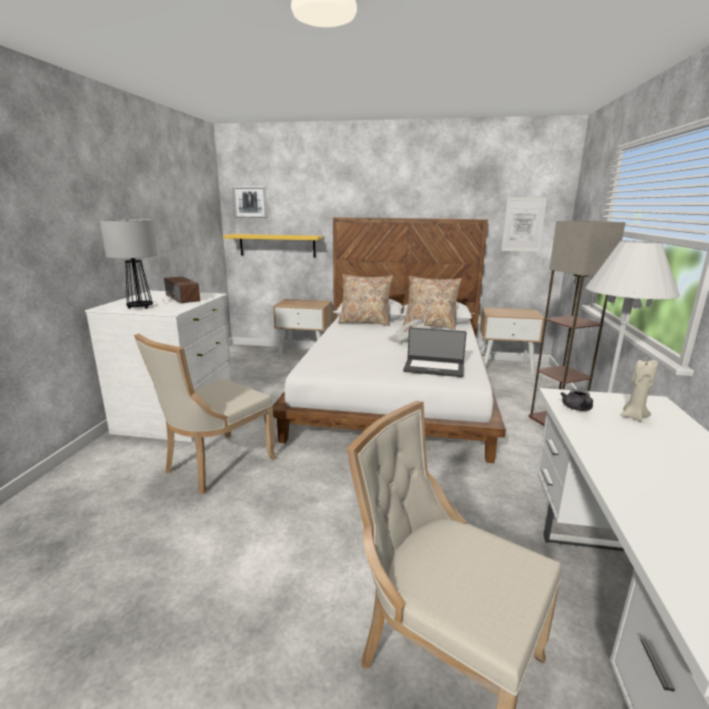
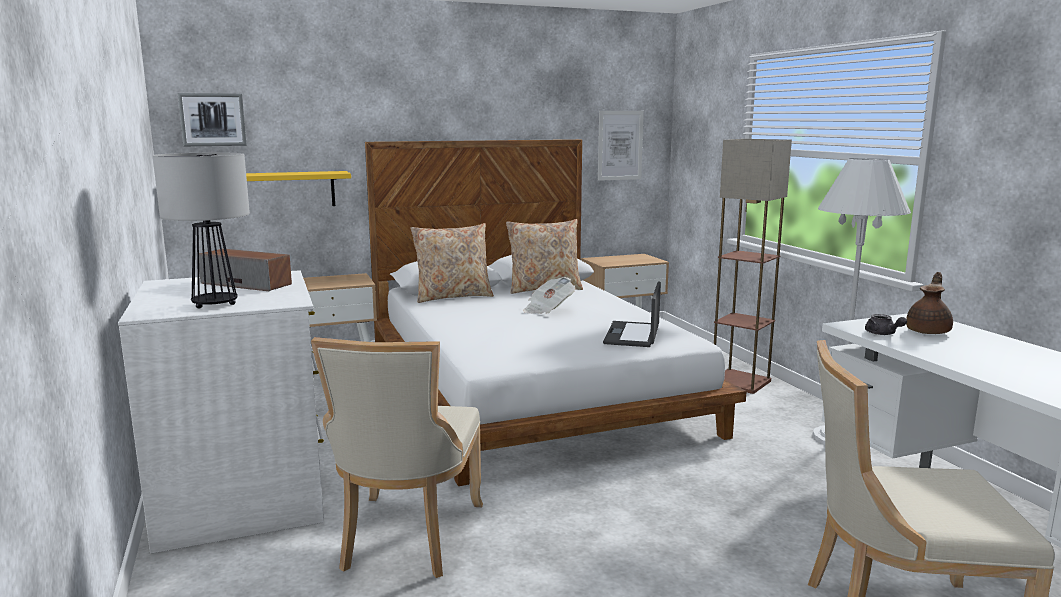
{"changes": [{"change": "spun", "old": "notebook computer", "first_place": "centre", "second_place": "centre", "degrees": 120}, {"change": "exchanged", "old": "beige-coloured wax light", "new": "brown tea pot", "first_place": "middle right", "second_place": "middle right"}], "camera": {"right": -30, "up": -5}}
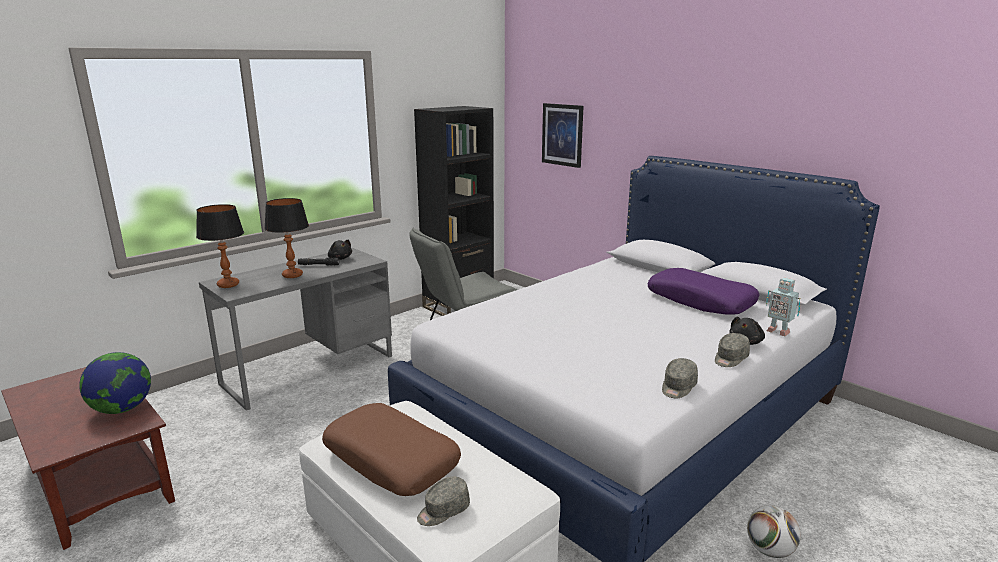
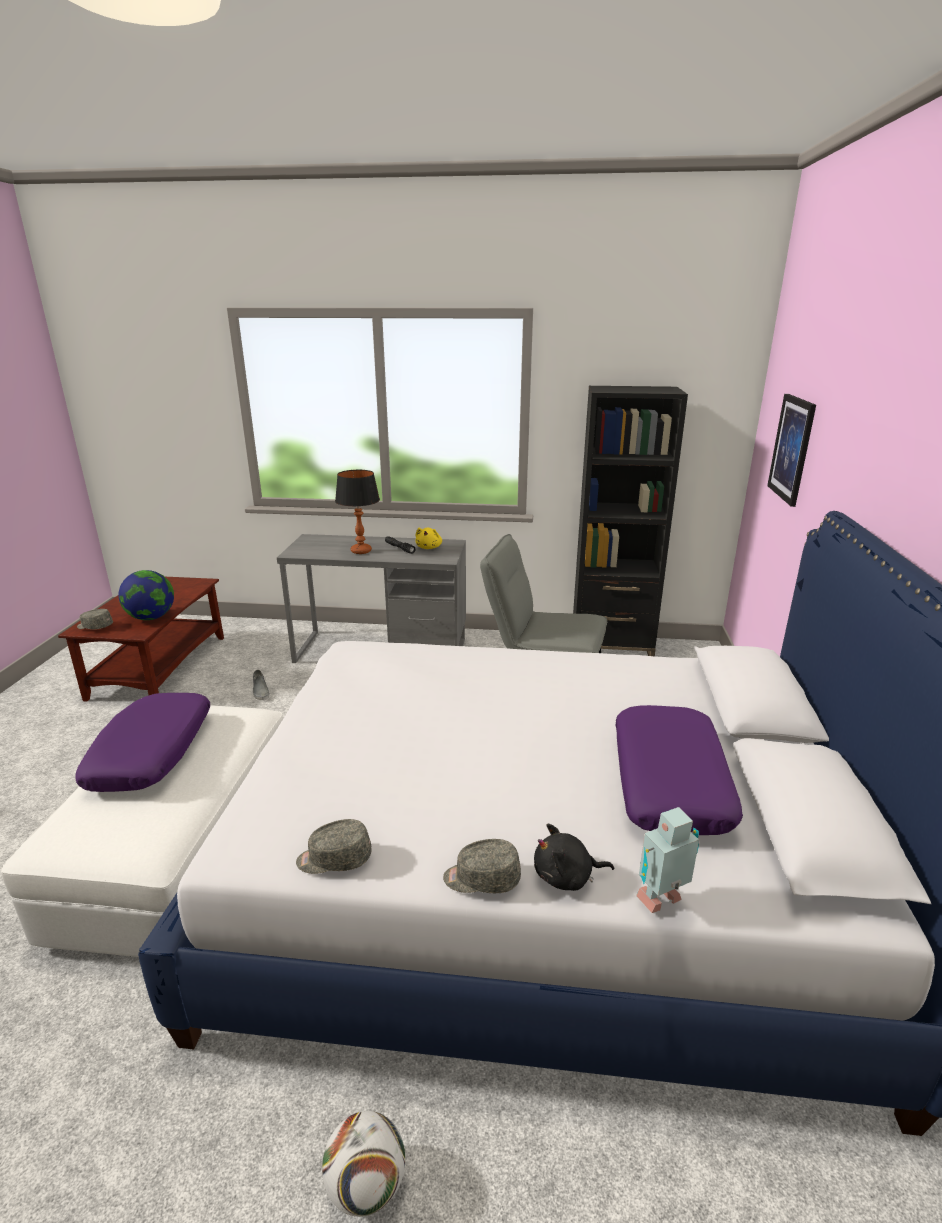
{"changes": [{"change": "missing", "old": "lamp for a table (no. 1 from left)", "first_place": "middle left"}, {"change": "colour", "old": "brown pillow", "new": "purple pillow (no. 1 from left)", "first_place": "bottom centre", "second_place": "middle left"}, {"change": "colour", "old": "black plush toy (no. 1 from left)", "new": "yellow-coloured plush toy", "first_place": "centre", "second_place": "centre"}, {"change": "relocated", "old": "gray cap (no. 1 from left)", "first_place": "bottom centre", "second_place": "middle left"}, {"change": "spun", "old": "model robot", "first_place": "middle right", "second_place": "bottom right", "degrees": 60}, {"change": "appeared", "new": "gray low shoe", "second_place": "middle left"}], "camera": {"right": 50, "up": 5}}
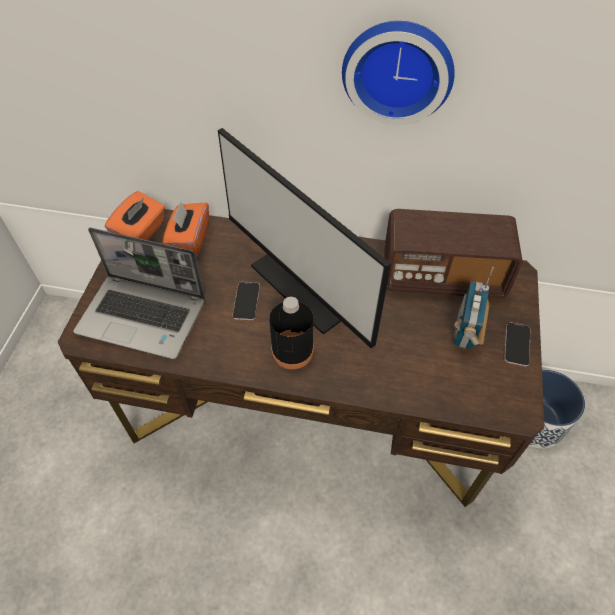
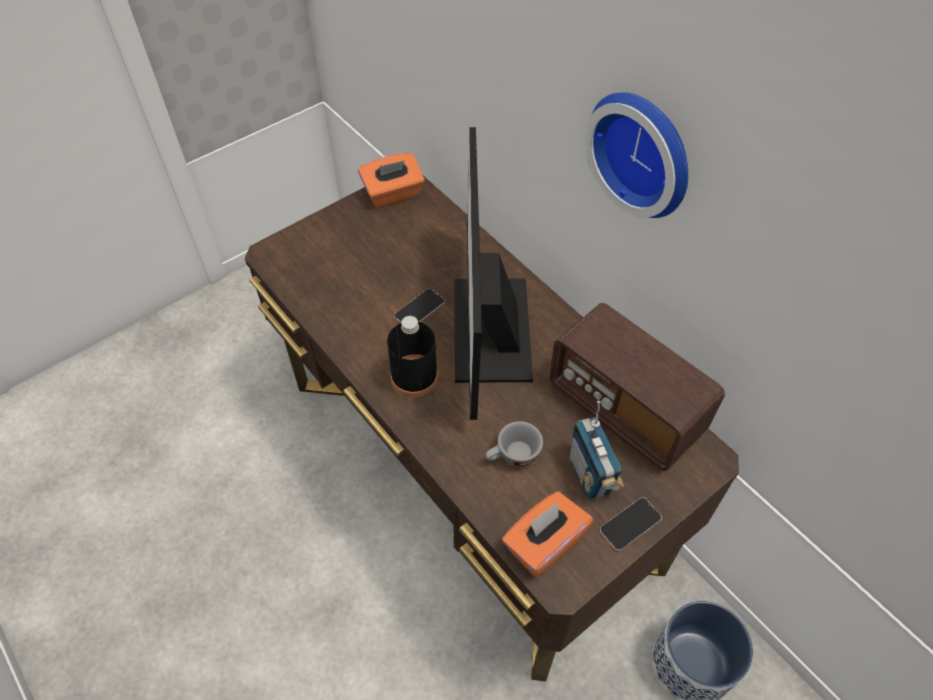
{"changes": [{"change": "missing", "old": "notebook computer", "first_place": "middle left"}, {"change": "relocated", "old": "orangey tissue box (no. 2 from left)", "first_place": "middle left", "second_place": "bottom centre"}, {"change": "spun", "old": "radio set (no. 2 from left in the first image)", "first_place": "middle right", "second_place": "centre", "degrees": -75}, {"change": "appeared", "new": "gray cup", "second_place": "centre"}], "camera": {"right": 40, "up": 0}}
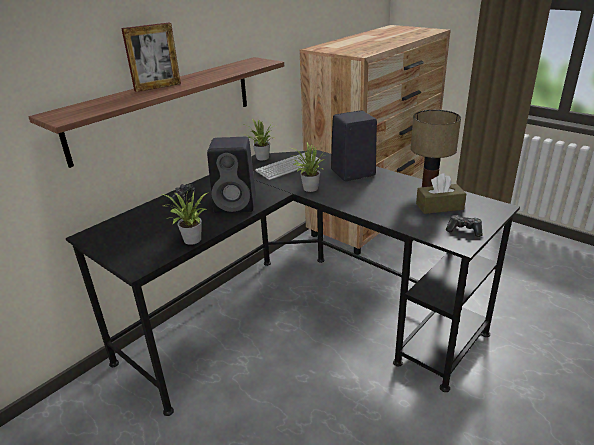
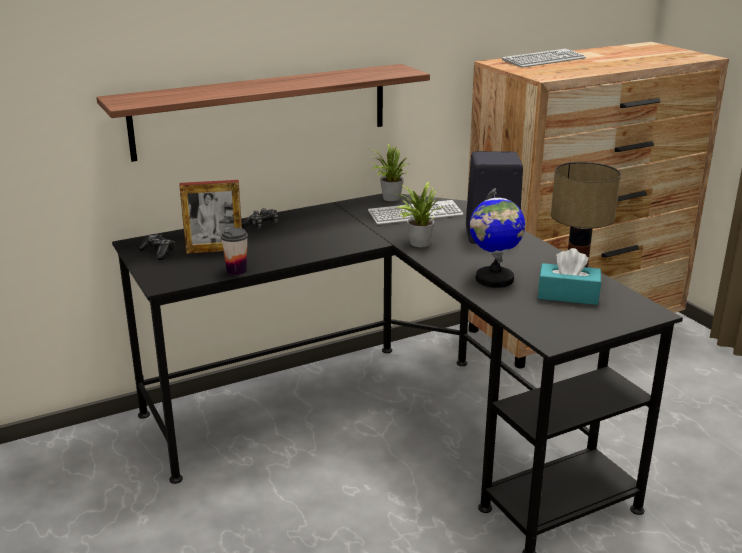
{"changes": [{"change": "relocated", "old": "photo frame", "first_place": "top left", "second_place": "middle left"}, {"change": "exchanged", "old": "potted plant (no. 1 from left)", "new": "cup", "first_place": "middle left", "second_place": "middle left"}, {"change": "missing", "old": "black loudspeaker (no. 1 from left)", "first_place": "centre"}, {"change": "colour", "old": "brown tissue box", "new": "turquoise tissue box", "first_place": "middle right", "second_place": "middle right"}, {"change": "relocated", "old": "game controller (no. 2 from left in the first image)", "new": "game controller (no. 1 from left)", "first_place": "middle right", "second_place": "middle left"}, {"change": "appeared", "new": "desk globe", "second_place": "middle right"}, {"change": "appeared", "new": "keyboard (no. 2 from left)", "second_place": "top right"}], "camera": {"right": 20, "up": -5}}
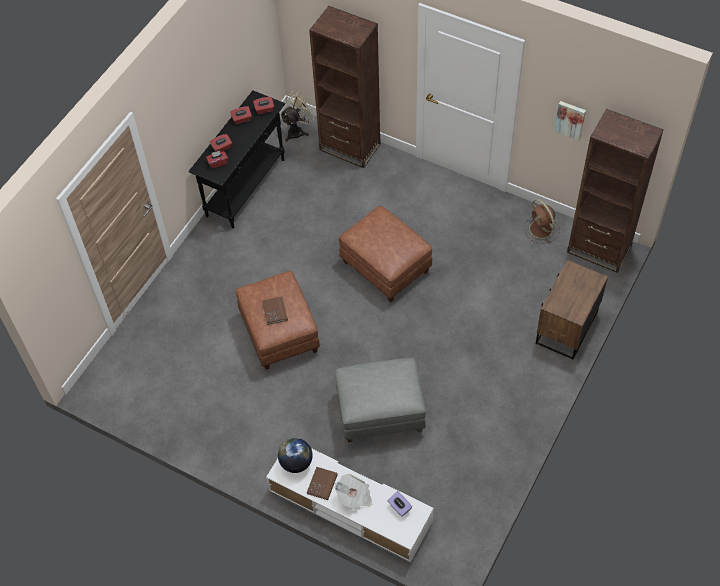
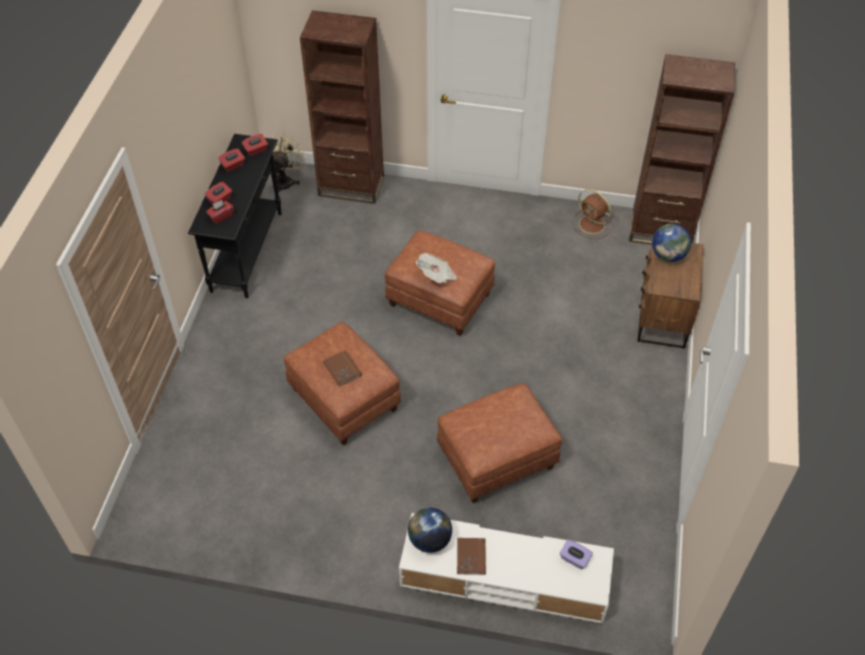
{"changes": [{"change": "colour", "old": "gray pouffe", "new": "brown pouffe (no. 3 from left)", "first_place": "bottom centre", "second_place": "bottom centre"}, {"change": "relocated", "old": "newspaper", "first_place": "bottom centre", "second_place": "centre"}, {"change": "missing", "old": "wall picture", "first_place": "top right"}, {"change": "appeared", "new": "desk globe (no. 2 from left)", "second_place": "middle right"}], "camera": {"right": -20, "up": -5}}
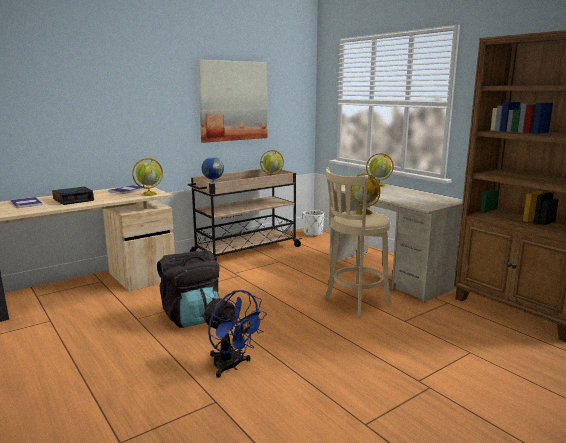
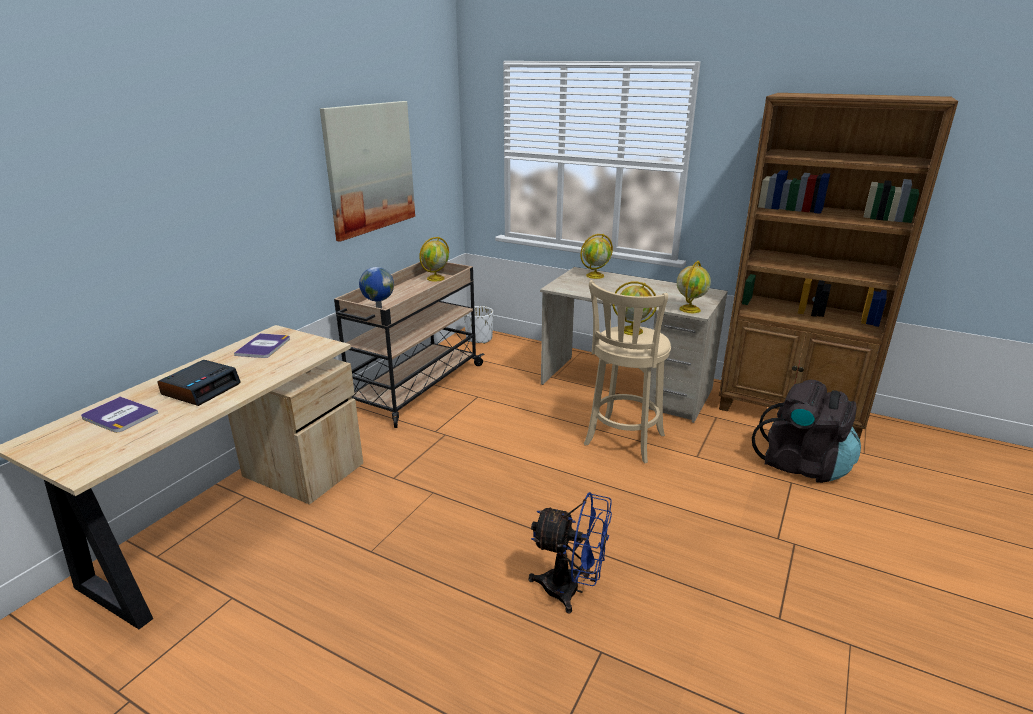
{"changes": [{"change": "relocated", "old": "desk globe (no. 1 from left in the first image)", "new": "desk globe (no. 5 from left)", "first_place": "middle left", "second_place": "middle right"}, {"change": "relocated", "old": "black knapsack", "first_place": "middle left", "second_place": "middle right"}], "camera": {"right": -25, "up": 10}}
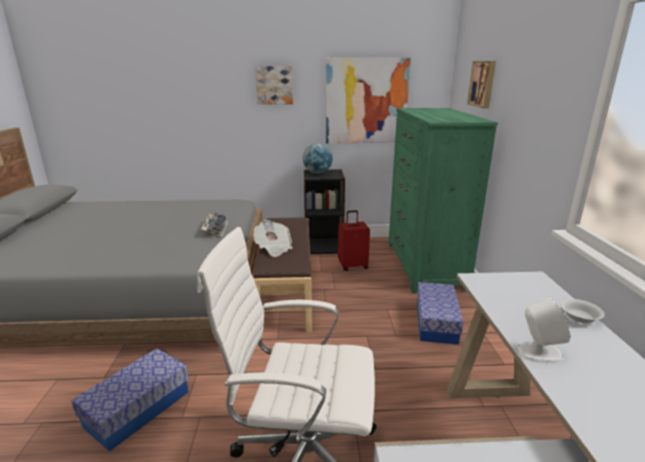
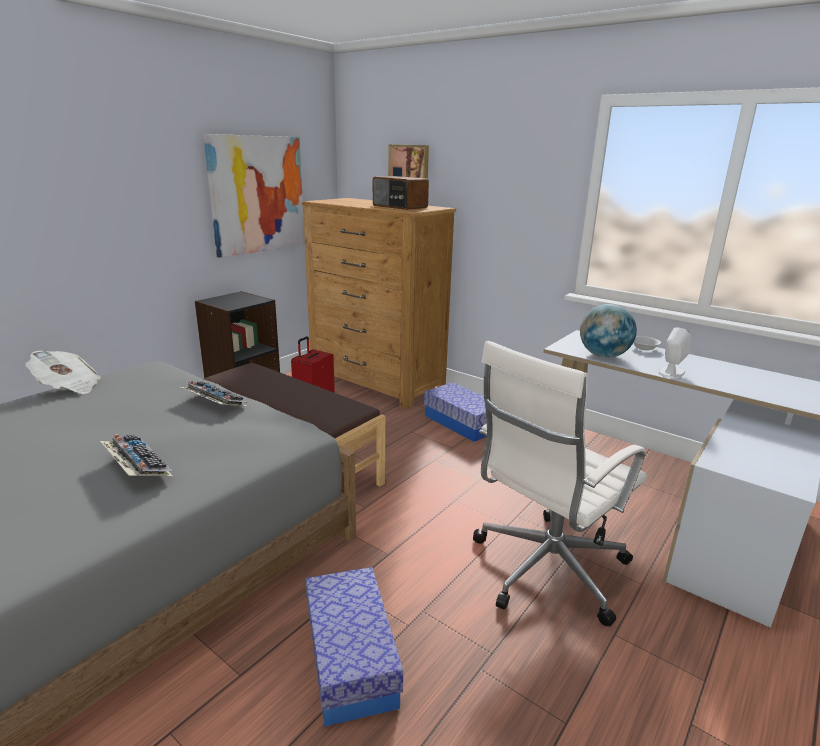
{"changes": [{"change": "relocated", "old": "newspaper", "first_place": "centre", "second_place": "middle left"}, {"change": "missing", "old": "wall picture (no. 1 from left)", "first_place": "top centre"}, {"change": "relocated", "old": "desk globe", "first_place": "centre", "second_place": "middle right"}, {"change": "colour", "old": "green-coloured drawer chest", "new": "brown drawer chest", "first_place": "middle right", "second_place": "centre"}, {"change": "appeared", "new": "keyboard (no. 1 from left)", "second_place": "middle left"}, {"change": "appeared", "new": "radio set", "second_place": "top centre"}], "camera": {"right": -50, "up": 0}}
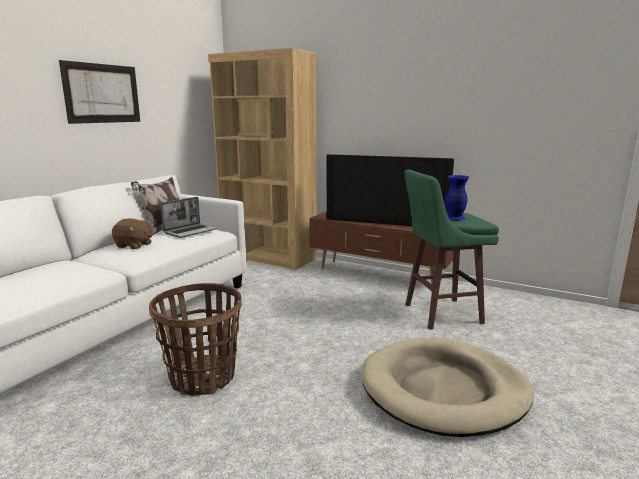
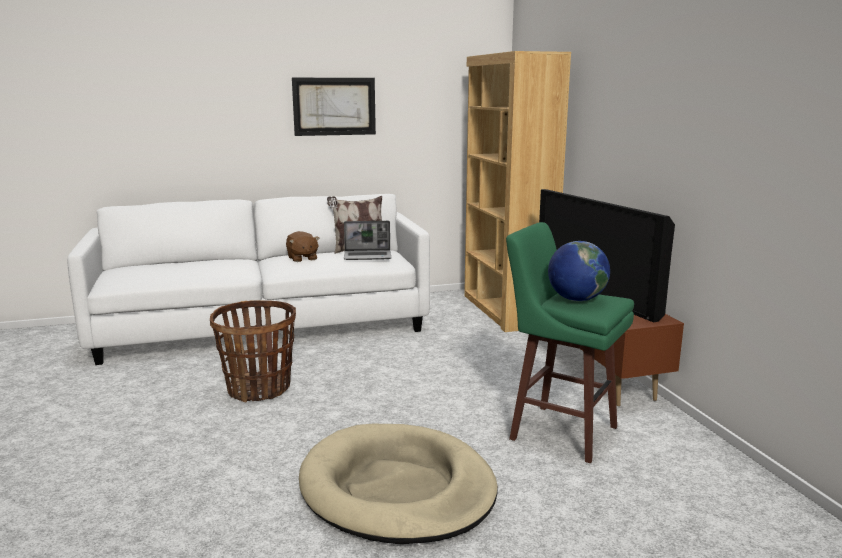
{"changes": [{"change": "exchanged", "old": "bluish vase", "new": "desk globe", "first_place": "middle right", "second_place": "middle right"}], "camera": {"right": 45, "up": 0}}
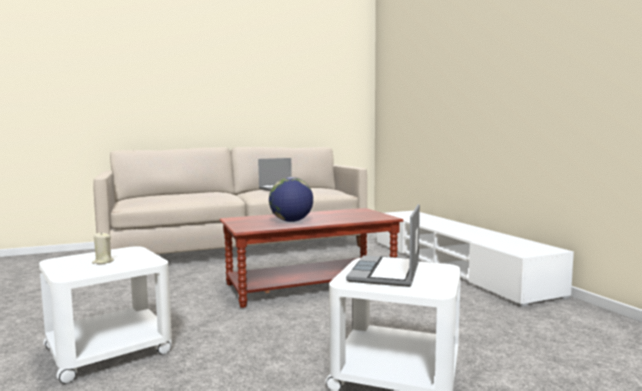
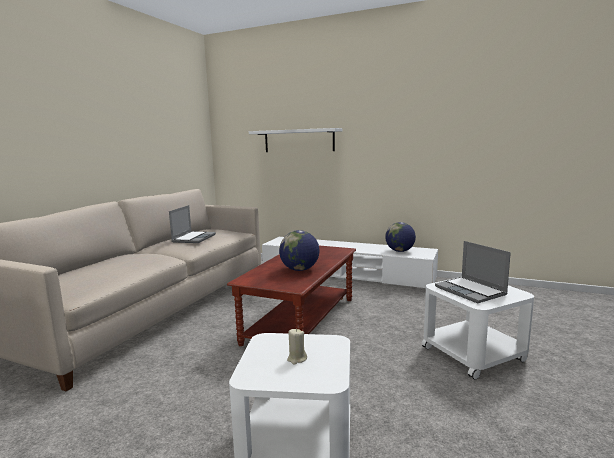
{"changes": [{"change": "appeared", "new": "white-coloured bracket shelf", "second_place": "top centre"}, {"change": "appeared", "new": "desk globe (no. 2 from left)", "second_place": "centre"}], "camera": {"right": -45, "up": 5}}
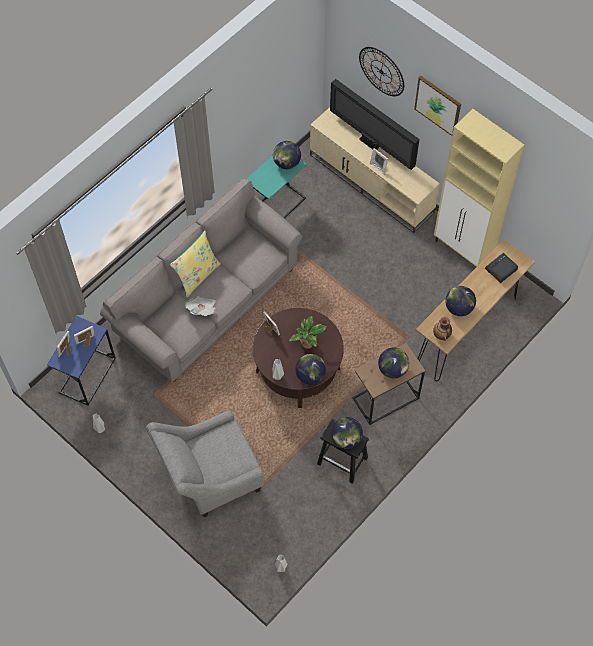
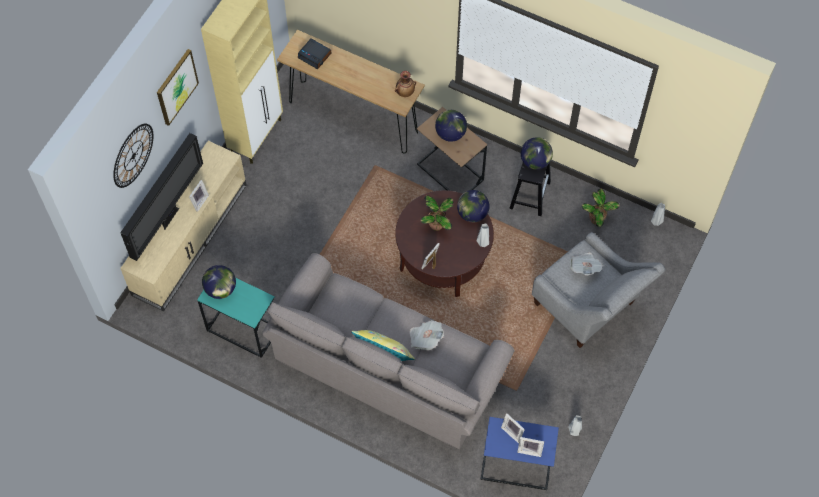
{"changes": [{"change": "missing", "old": "desk globe (no. 5 from left)", "first_place": "middle right"}, {"change": "appeared", "new": "newspaper (no. 2 from left)", "second_place": "middle right"}, {"change": "appeared", "new": "potted plant (no. 2 from left)", "second_place": "middle right"}], "camera": {"right": -105, "up": 0}}
